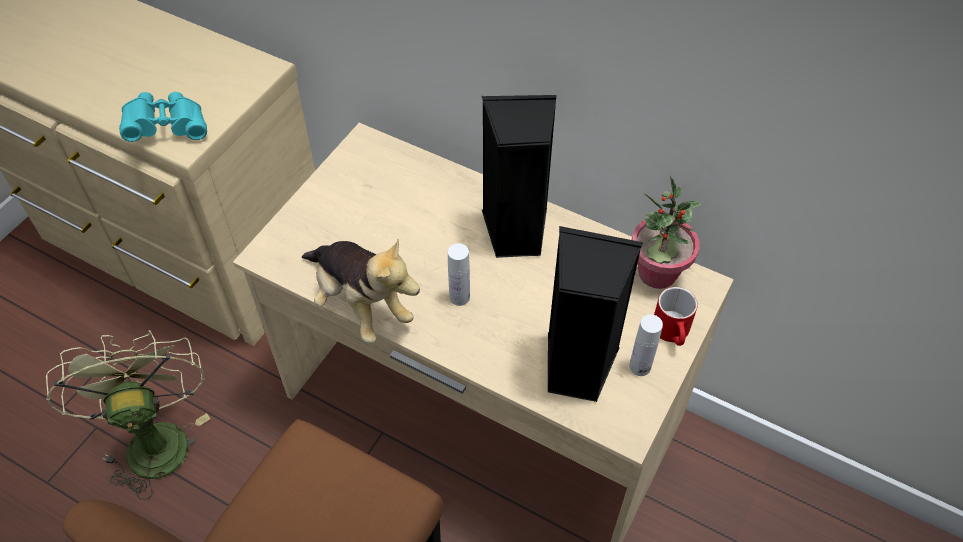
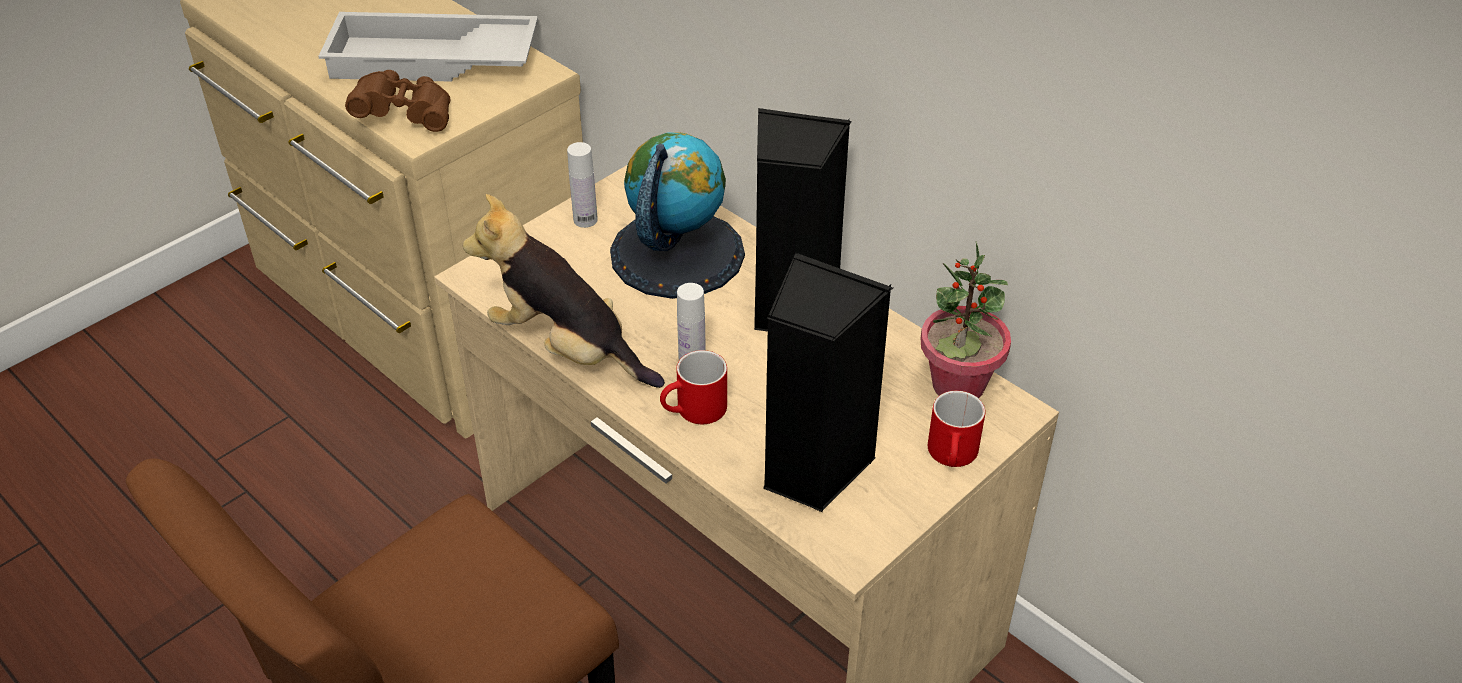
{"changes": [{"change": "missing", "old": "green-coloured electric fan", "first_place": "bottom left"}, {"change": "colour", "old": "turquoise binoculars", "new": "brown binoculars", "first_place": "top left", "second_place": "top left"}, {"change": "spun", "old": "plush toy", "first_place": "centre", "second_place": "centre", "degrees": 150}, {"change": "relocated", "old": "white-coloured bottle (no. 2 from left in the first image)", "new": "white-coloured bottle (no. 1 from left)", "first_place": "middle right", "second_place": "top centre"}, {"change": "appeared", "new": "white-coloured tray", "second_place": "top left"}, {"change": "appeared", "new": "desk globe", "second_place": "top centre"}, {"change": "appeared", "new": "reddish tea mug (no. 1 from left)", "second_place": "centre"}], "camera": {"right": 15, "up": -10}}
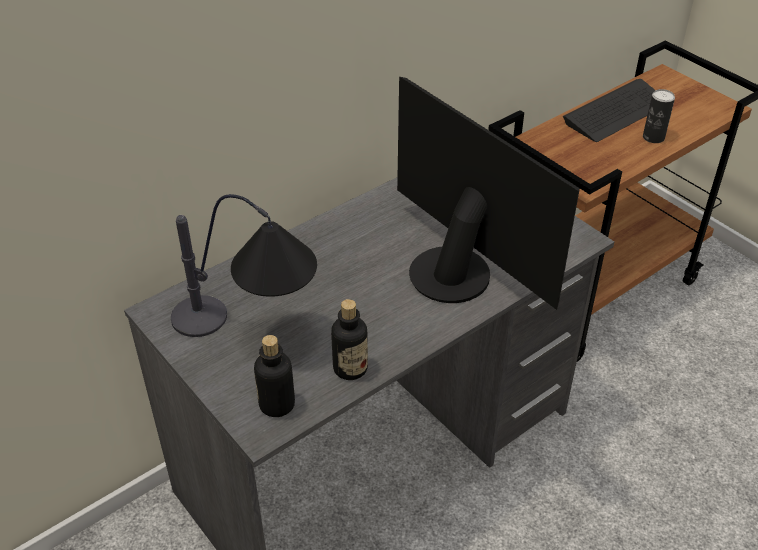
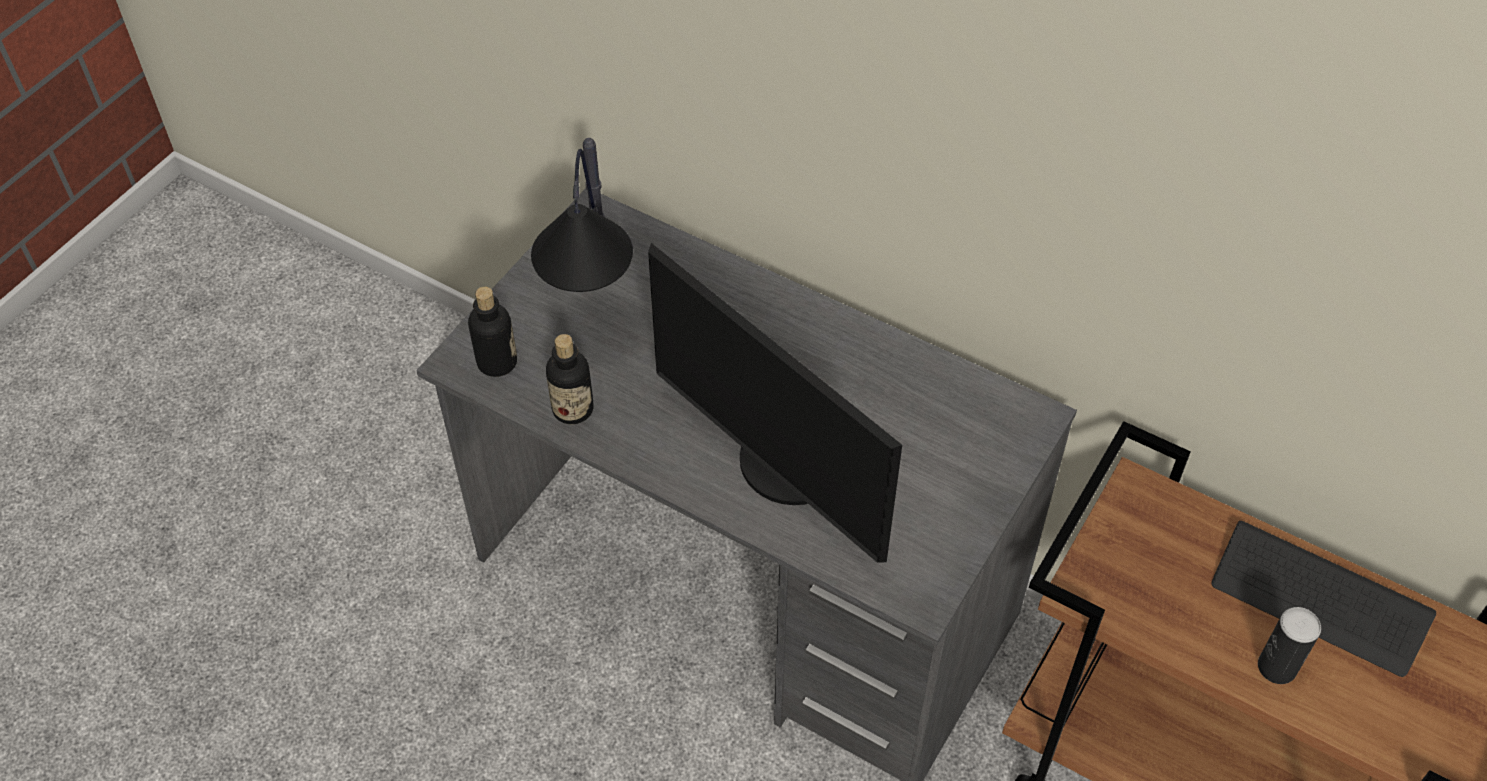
{"changes": [{"change": "spun", "old": "monitor", "first_place": "centre", "second_place": "centre", "degrees": 105}], "camera": {"right": 70, "up": 10}}
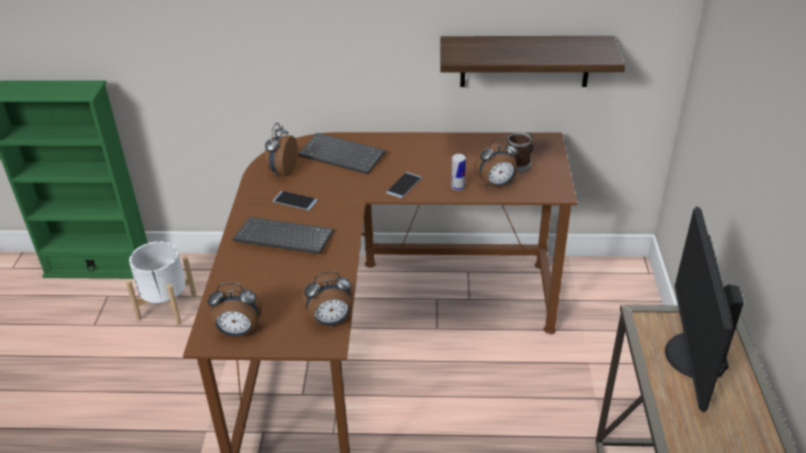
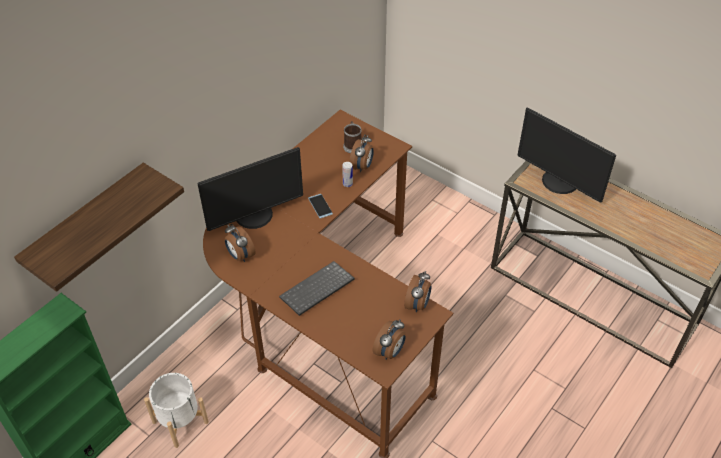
{"changes": [{"change": "missing", "old": "handset (no. 1 from left)", "first_place": "centre"}, {"change": "exchanged", "old": "keyboard (no. 2 from left)", "new": "monitor (no. 1 from left)", "first_place": "centre", "second_place": "centre"}, {"change": "relocated", "old": "bracket shelf", "first_place": "top centre", "second_place": "middle left"}], "camera": {"right": -55, "up": 10}}
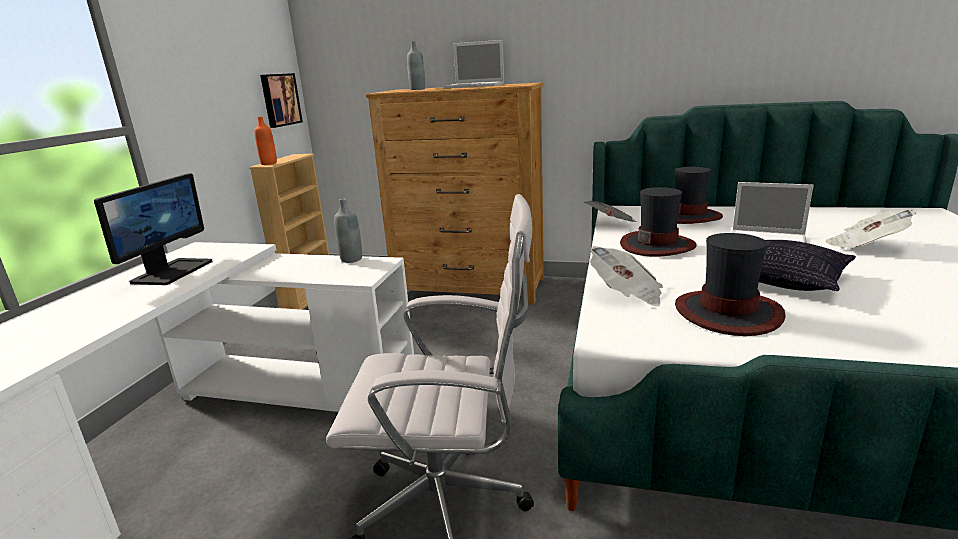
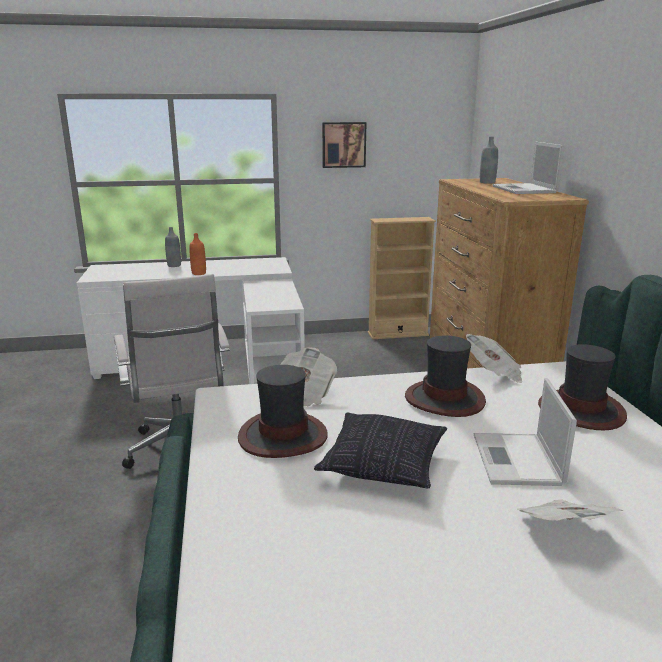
{"changes": [{"change": "missing", "old": "monitor", "first_place": "middle left"}, {"change": "relocated", "old": "orangey bottle", "first_place": "top left", "second_place": "middle left"}, {"change": "relocated", "old": "wall picture", "first_place": "top left", "second_place": "top centre"}, {"change": "relocated", "old": "gray bottle (no. 1 from left)", "first_place": "centre", "second_place": "middle left"}], "camera": {"right": 65, "up": 0}}
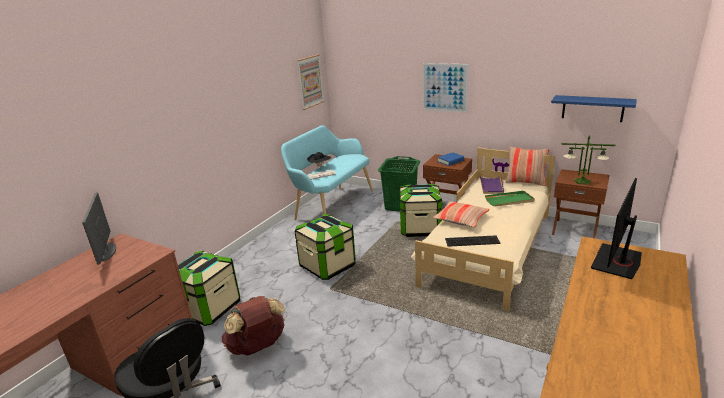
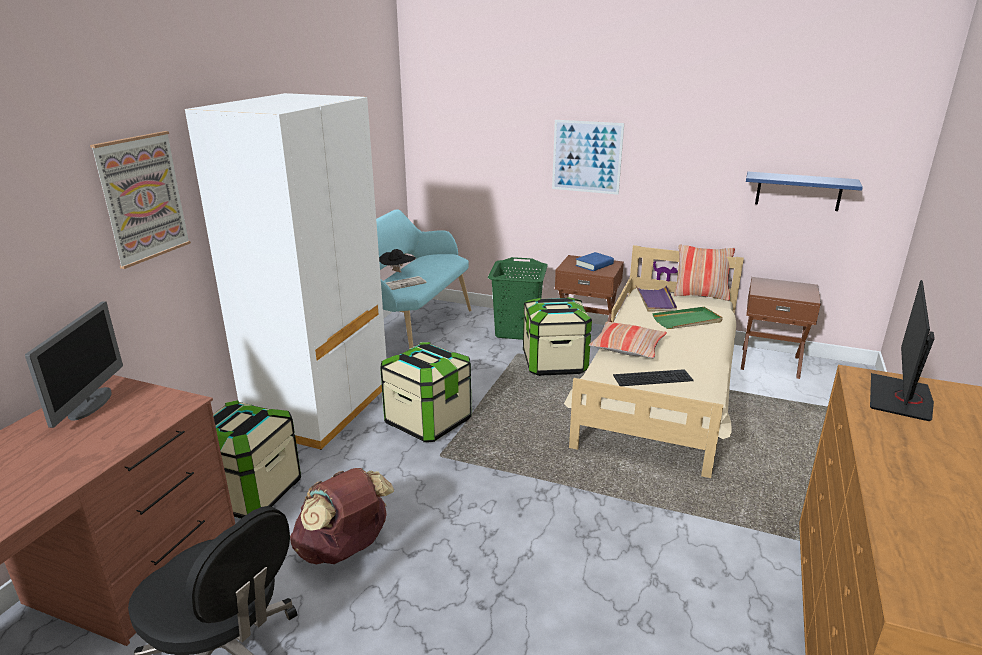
{"changes": [{"change": "spun", "old": "monitor (no. 1 from left)", "first_place": "middle left", "second_place": "middle left", "degrees": -150}, {"change": "relocated", "old": "wall picture (no. 1 from left)", "first_place": "top centre", "second_place": "top left"}, {"change": "missing", "old": "lamp for a table", "first_place": "middle right"}, {"change": "appeared", "new": "white-coloured clothes cupboard", "second_place": "middle left"}], "camera": {"right": -10, "up": 0}}
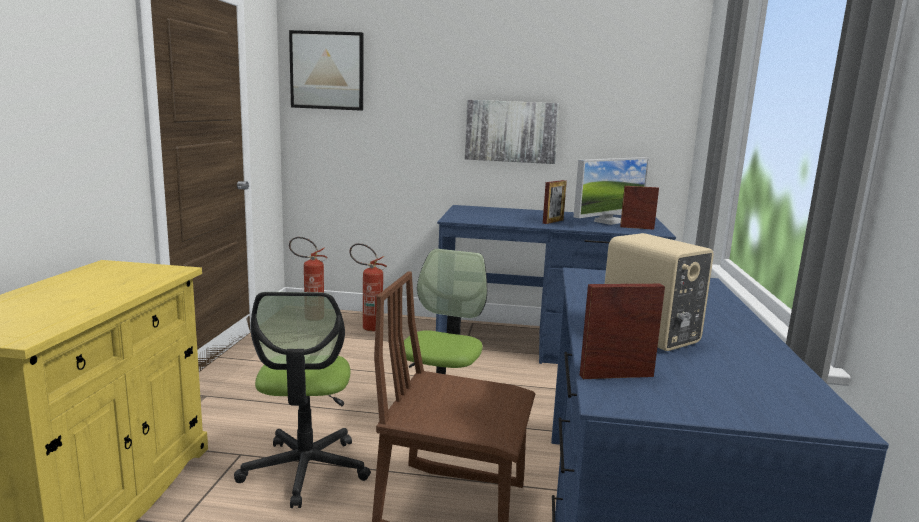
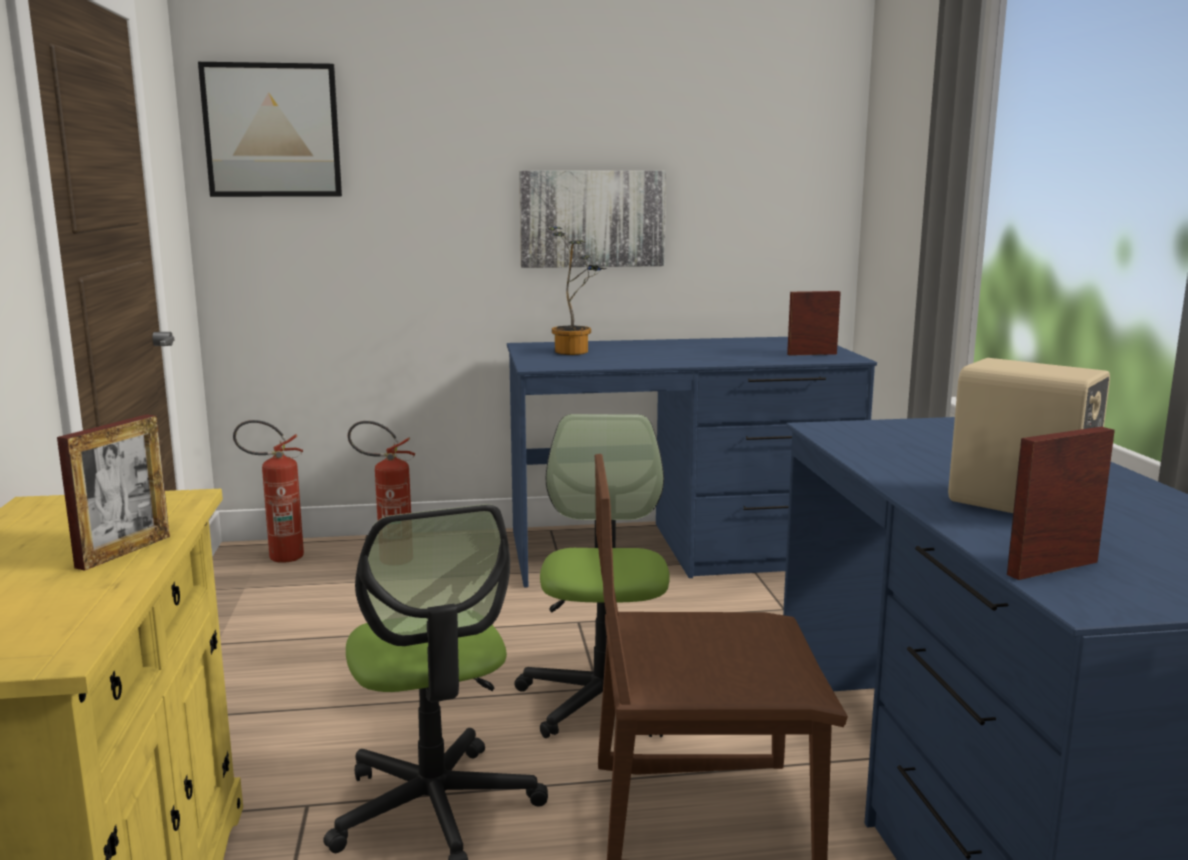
{"changes": [{"change": "relocated", "old": "photo frame (no. 1 from left)", "first_place": "centre", "second_place": "middle left"}, {"change": "missing", "old": "monitor", "first_place": "centre"}, {"change": "appeared", "new": "potted plant", "second_place": "centre"}], "camera": {"right": -15, "up": 0}}
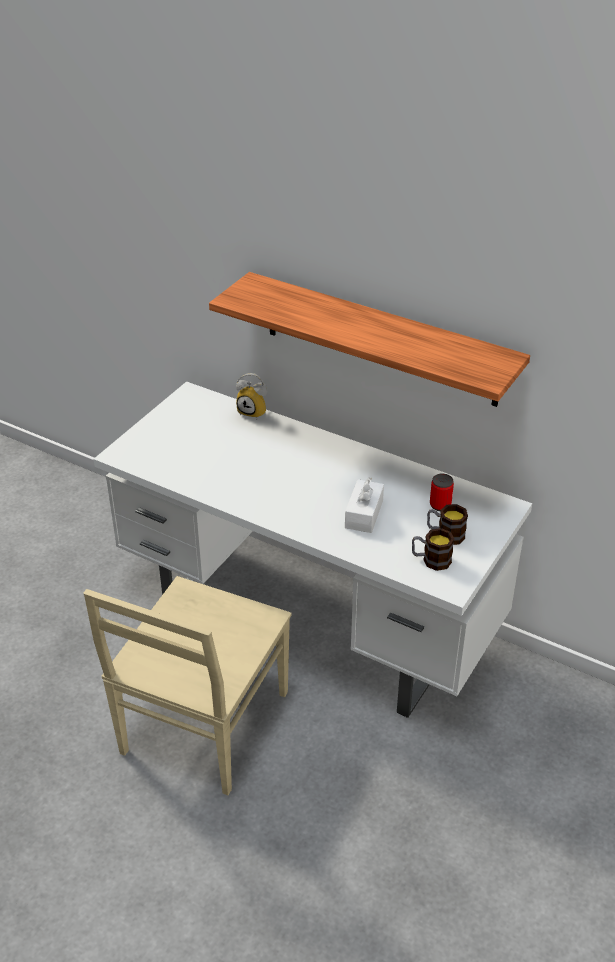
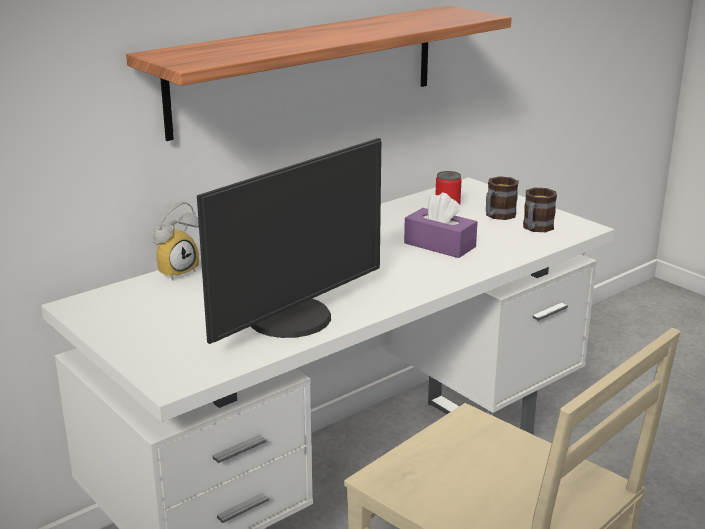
{"changes": [{"change": "colour", "old": "white-coloured tissue box", "new": "purple tissue box", "first_place": "centre", "second_place": "centre"}, {"change": "appeared", "new": "monitor", "second_place": "centre"}], "camera": {"right": -70, "up": -15}}
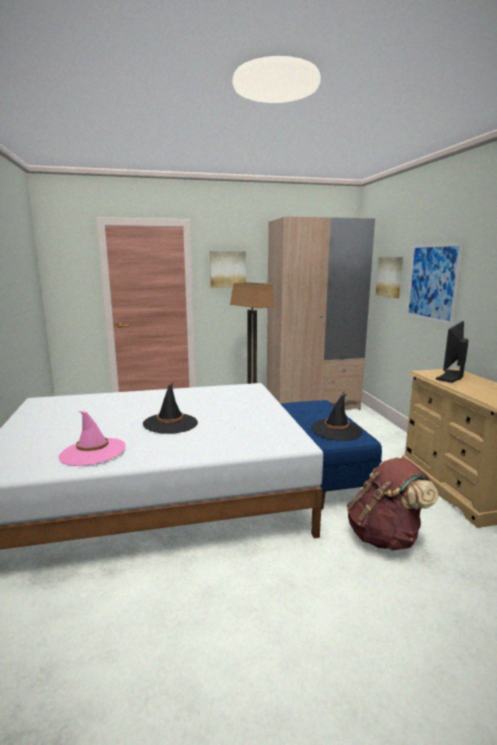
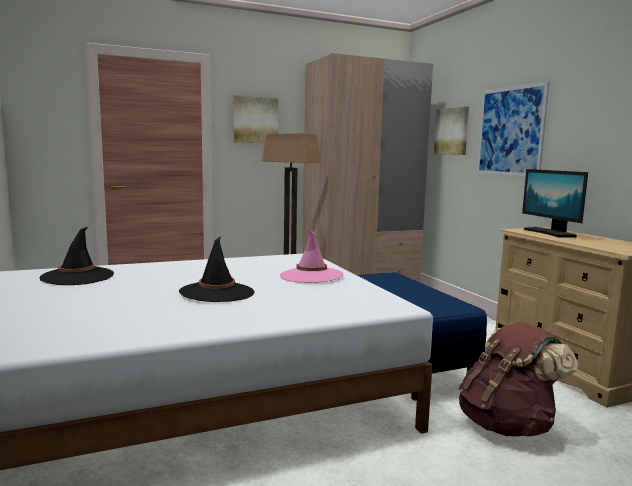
{"changes": [{"change": "relocated", "old": "pinkish hat", "first_place": "middle left", "second_place": "centre"}, {"change": "relocated", "old": "black hat (no. 2 from left in the first image)", "new": "black hat (no. 1 from left)", "first_place": "middle right", "second_place": "middle left"}, {"change": "spun", "old": "monitor", "first_place": "middle right", "second_place": "middle right", "degrees": -45}], "camera": {"right": -10, "up": -5}}
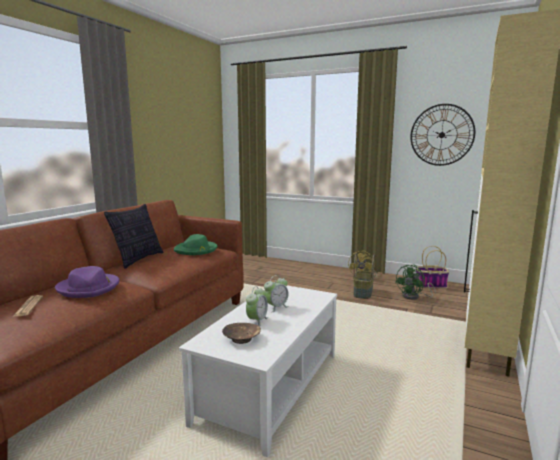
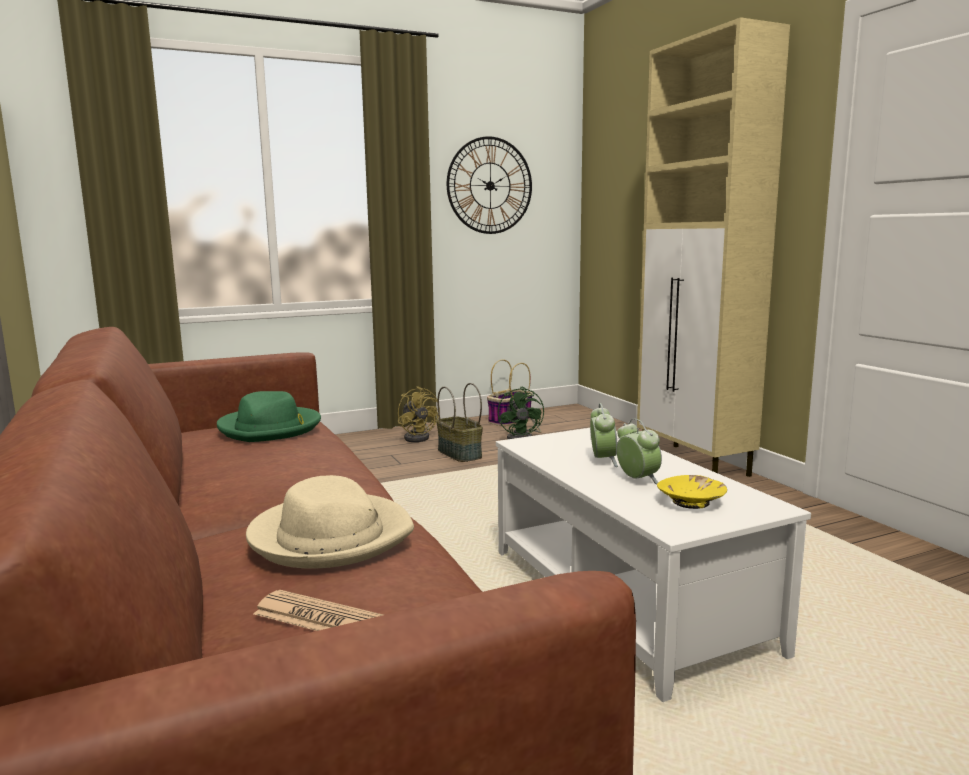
{"changes": [{"change": "colour", "old": "purple hat", "new": "beige-coloured hat", "first_place": "middle left", "second_place": "bottom centre"}, {"change": "missing", "old": "pillow", "first_place": "middle left"}, {"change": "colour", "old": "brown serving bowl", "new": "yellow-coloured serving bowl", "first_place": "bottom centre", "second_place": "middle right"}], "camera": {"right": -50, "up": 0}}
